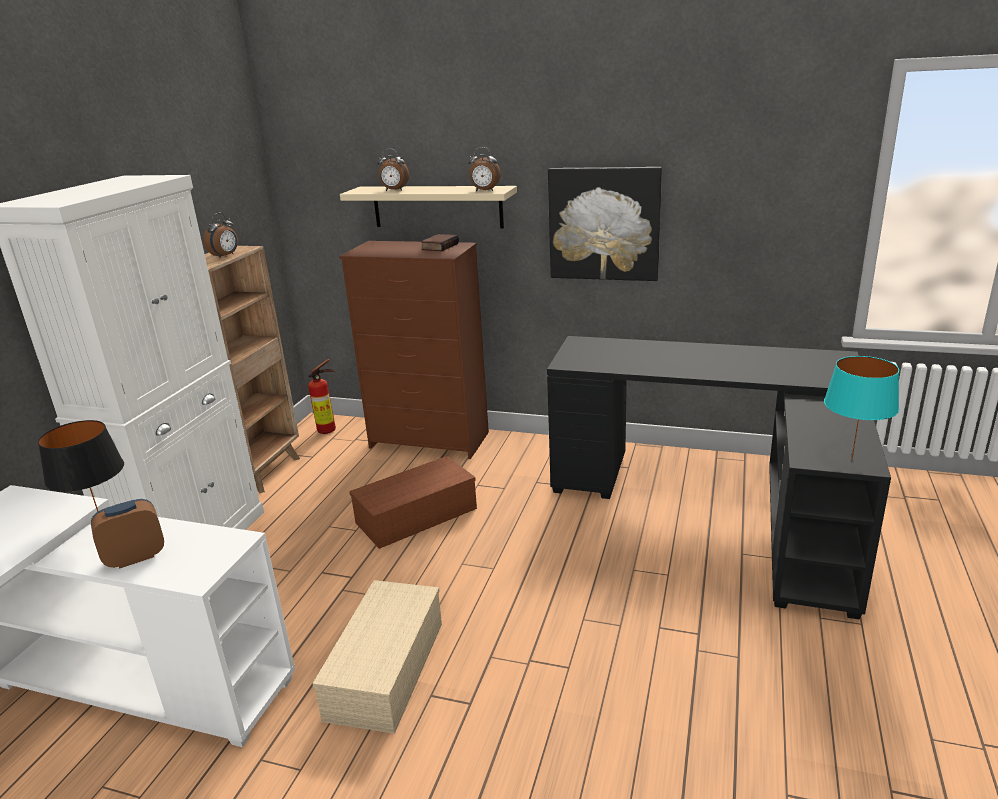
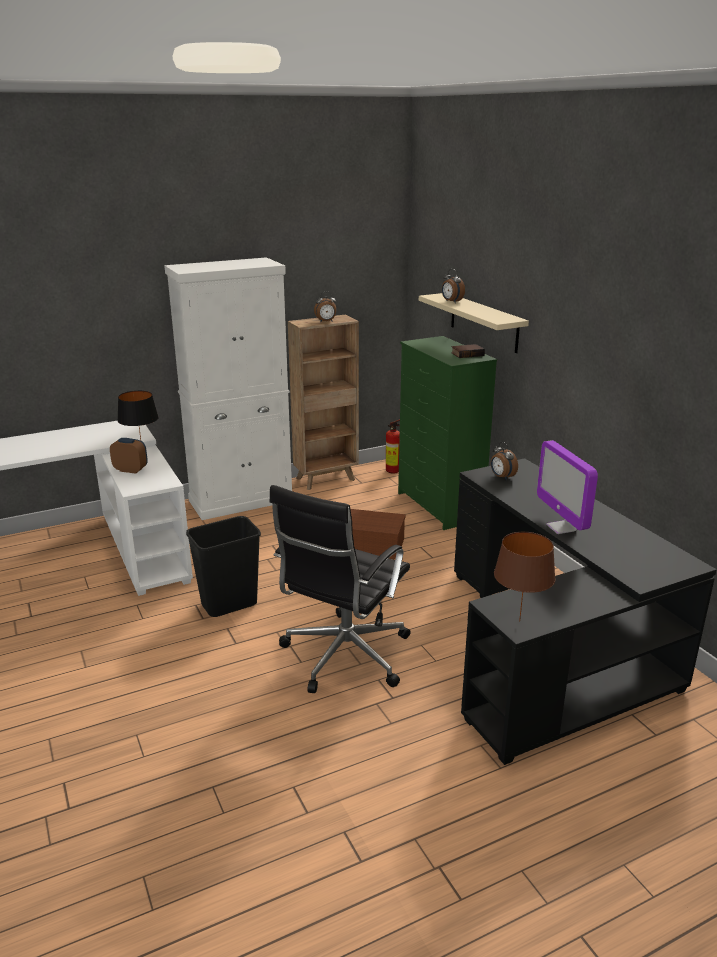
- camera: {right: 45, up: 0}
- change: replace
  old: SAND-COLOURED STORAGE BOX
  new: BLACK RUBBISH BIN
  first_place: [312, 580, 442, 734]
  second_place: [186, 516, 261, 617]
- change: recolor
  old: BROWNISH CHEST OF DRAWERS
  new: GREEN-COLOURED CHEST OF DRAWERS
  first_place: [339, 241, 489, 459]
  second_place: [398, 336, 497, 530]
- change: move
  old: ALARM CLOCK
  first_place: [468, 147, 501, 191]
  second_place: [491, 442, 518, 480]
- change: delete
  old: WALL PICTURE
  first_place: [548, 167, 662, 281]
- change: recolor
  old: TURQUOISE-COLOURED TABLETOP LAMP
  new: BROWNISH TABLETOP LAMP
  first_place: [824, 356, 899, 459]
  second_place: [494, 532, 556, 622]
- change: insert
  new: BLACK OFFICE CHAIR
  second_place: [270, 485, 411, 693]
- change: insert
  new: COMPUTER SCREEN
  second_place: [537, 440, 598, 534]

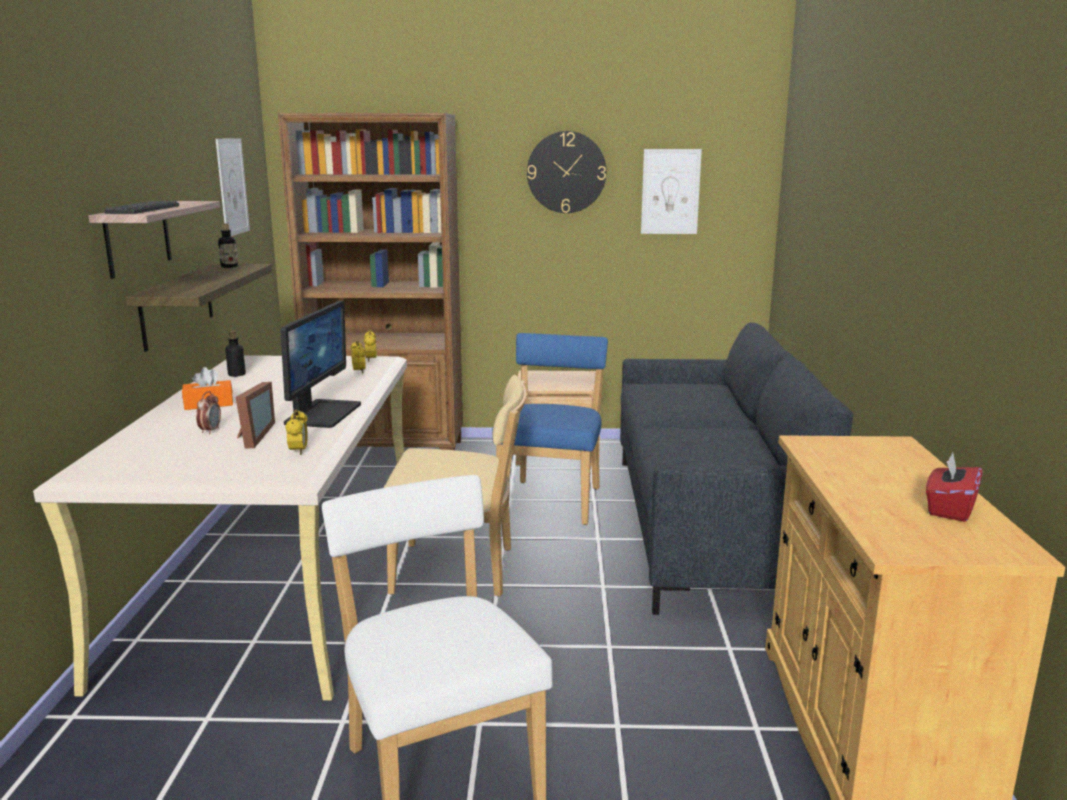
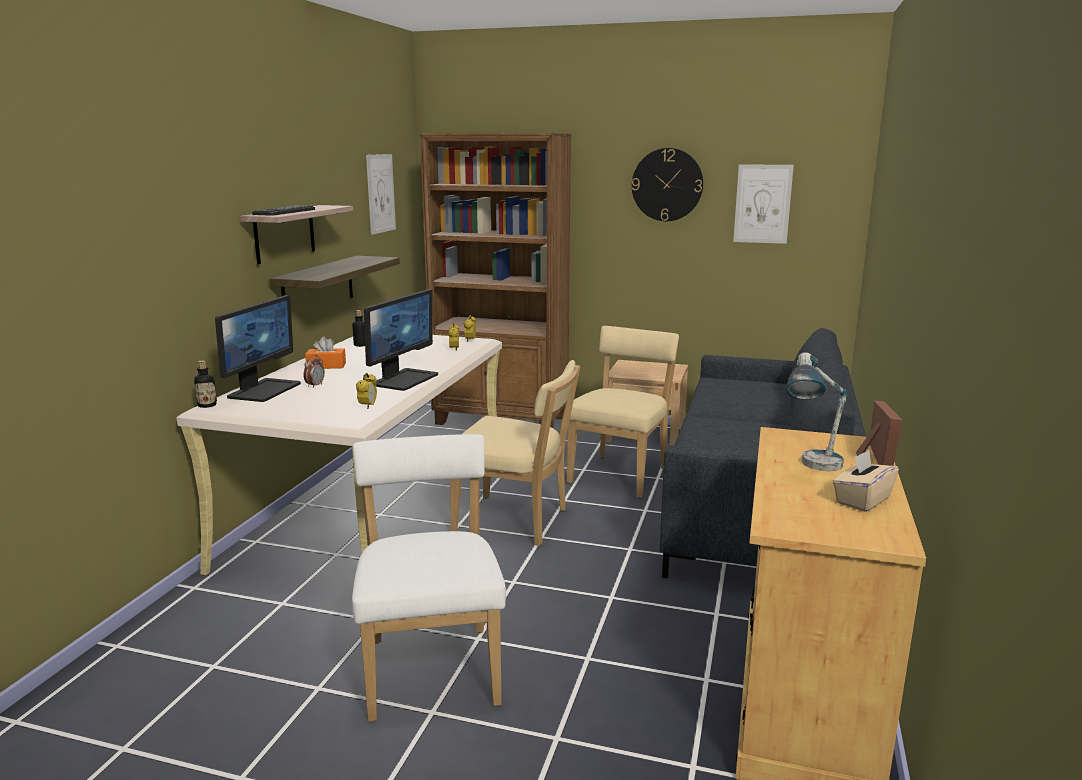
- camera: {right: 15, up: 0}
- change: move
  old: BEVERAGE BOTTLE
  first_place: [218, 223, 238, 268]
  second_place: [194, 360, 217, 408]
- change: move
  old: PICTURE FRAME
  first_place: [235, 382, 275, 448]
  second_place: [856, 401, 902, 466]
- change: recolor
  old: BLUISH CHAIR
  new: SAND-COLOURED CHAIR
  first_place: [492, 333, 608, 525]
  second_place: [567, 326, 679, 498]
- change: recolor
  old: RED-COLOURED TISSUE HOLDER
  new: SAND-COLOURED TISSUE HOLDER
  first_place: [926, 453, 983, 522]
  second_place: [833, 450, 899, 512]
- change: insert
  new: COMPUTER SCREEN
  second_place: [215, 295, 301, 402]
- change: insert
  new: TABLETOP LAMP
  second_place: [786, 352, 848, 471]

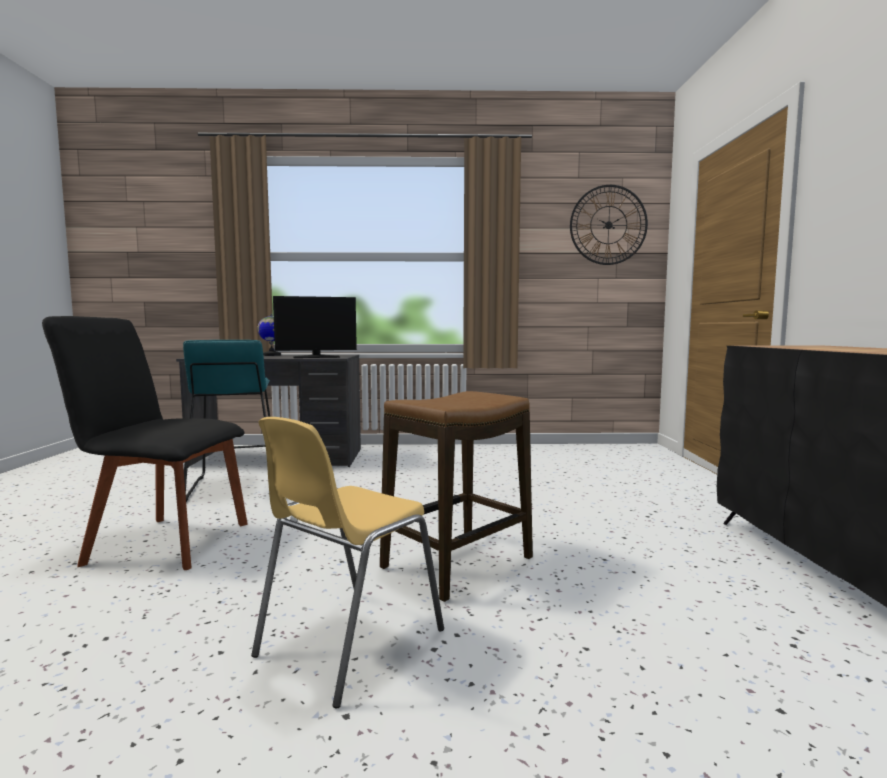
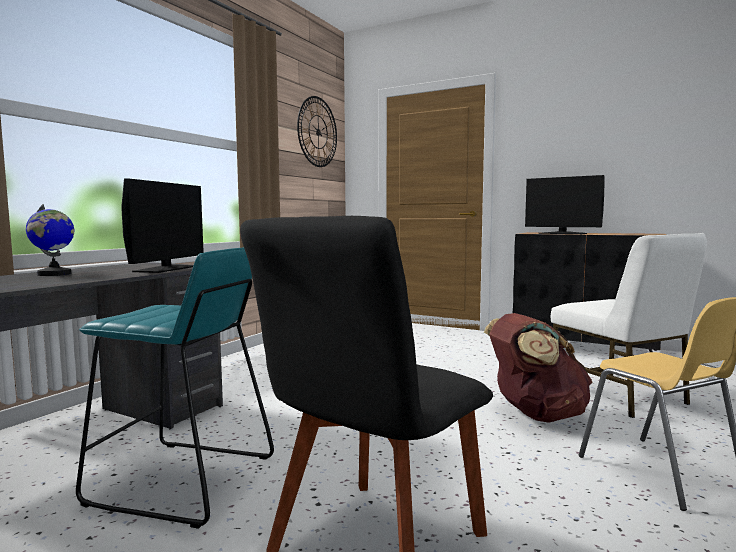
- camera: {right: -60, up: 0}
- change: replace
  old: SITTING STOOL
  new: BROWNISH KNAPSACK
  first_place: [380, 391, 533, 602]
  second_place: [484, 313, 593, 423]
- change: insert
  new: COMPUTER SCREEN
  second_place: [525, 175, 605, 234]
- change: insert
  new: WHITE CHAIR
  second_place: [551, 233, 707, 418]

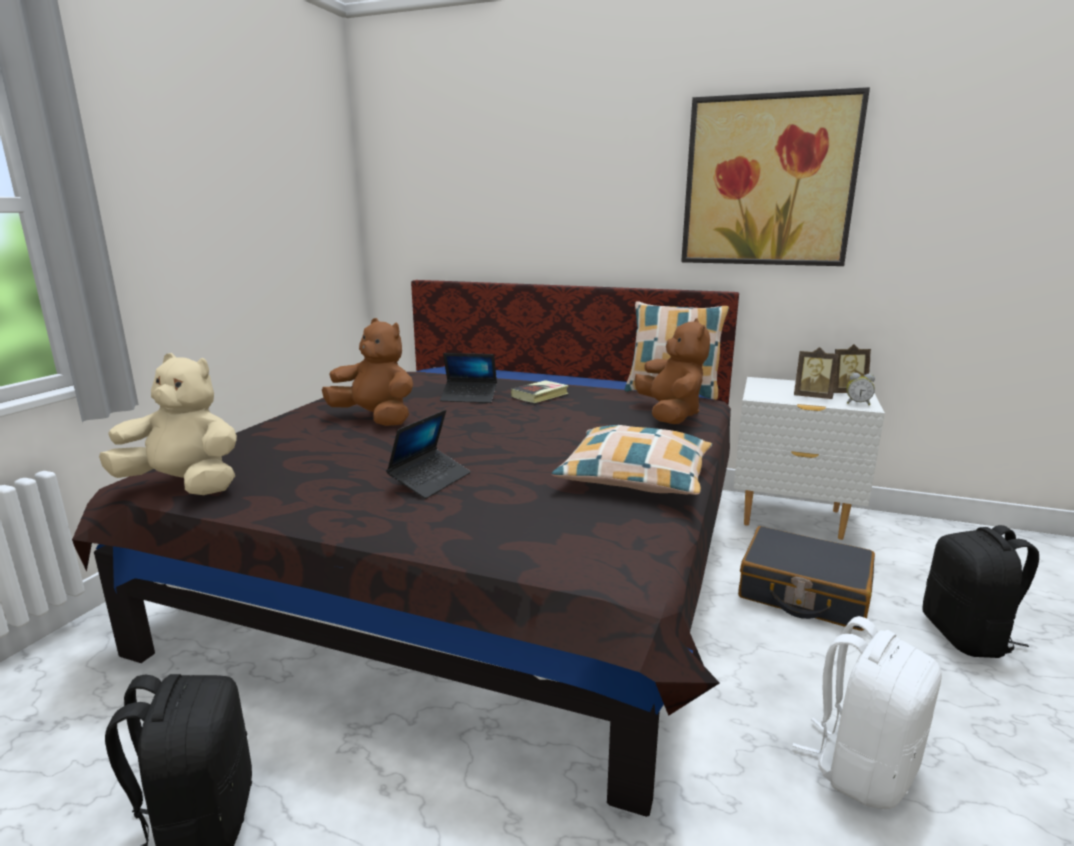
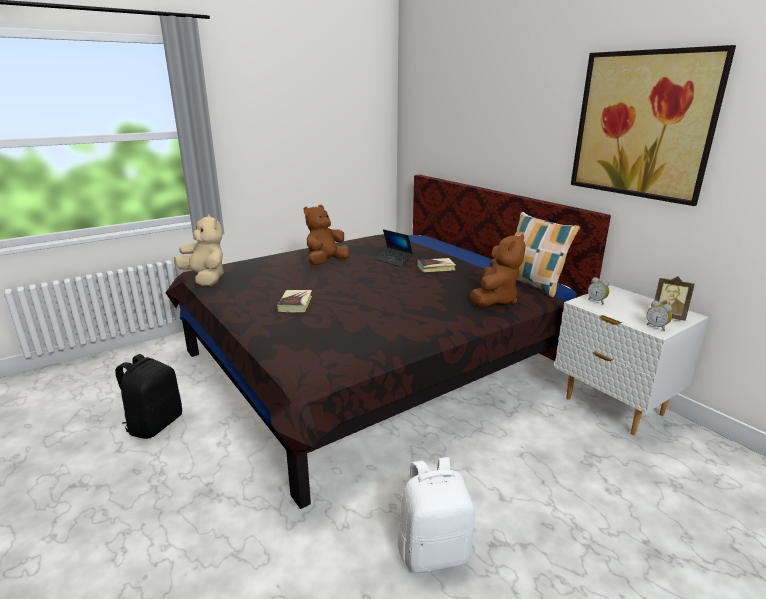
- camera: {right: 35, up: 5}
- change: rotate
  old: BROWNISH SOFT TOY
  first_place: [322, 318, 413, 426]
  second_place: [304, 205, 350, 265]
  degrees: -120
- change: replace
  old: NOTEBOOK COMPUTER
  new: BOUND BOOK
  first_place: [386, 410, 471, 499]
  second_place: [277, 290, 312, 313]
- change: delete
  old: CUSHION
  first_place: [551, 425, 712, 495]
- change: delete
  old: BLACK TRAVEL CASE
  first_place: [738, 526, 875, 631]
- change: delete
  old: PICTURE FRAME
  first_place: [794, 347, 839, 399]
- change: delete
  old: BLACK KNAPSACK
  first_place: [922, 525, 1039, 658]
- change: insert
  new: ALARM CLOCK
  second_place: [588, 277, 609, 304]

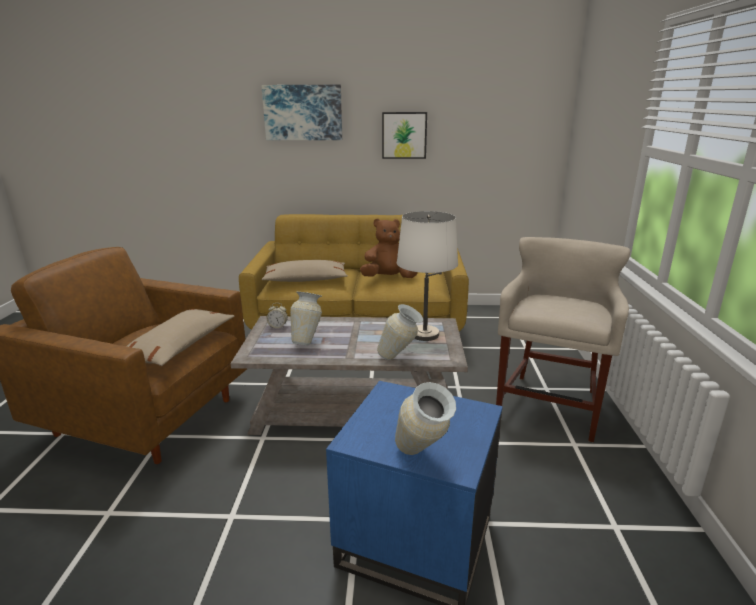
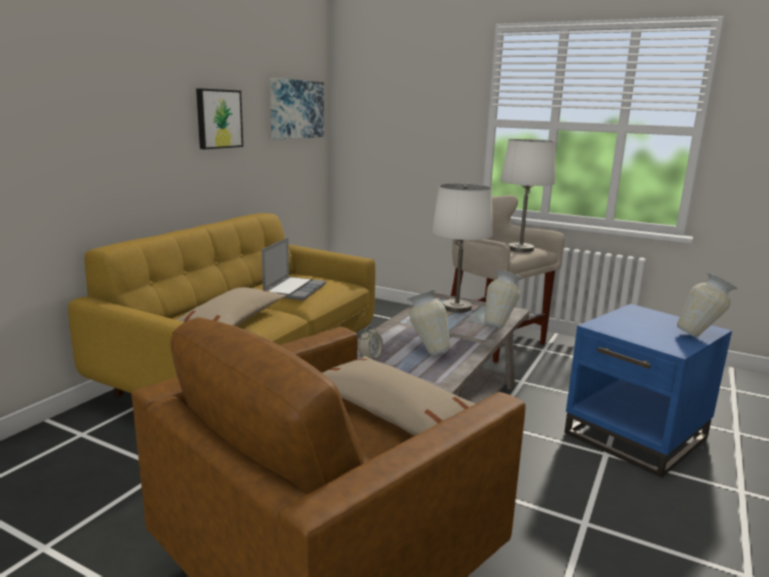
- camera: {right: -65, up: -5}
- change: move
  old: WALL PICTURE
  first_place: [261, 85, 342, 140]
  second_place: [270, 78, 324, 139]
- change: replace
  old: BROWNISH SOFT TOY
  new: NOTEBOOK COMPUTER
  first_place: [360, 219, 418, 278]
  second_place: [262, 237, 326, 300]
- change: insert
  new: WHITE TABLETOP LAMP
  second_place: [501, 139, 555, 252]

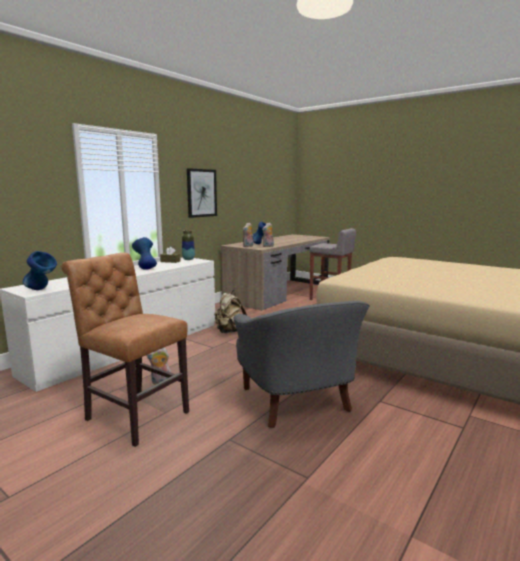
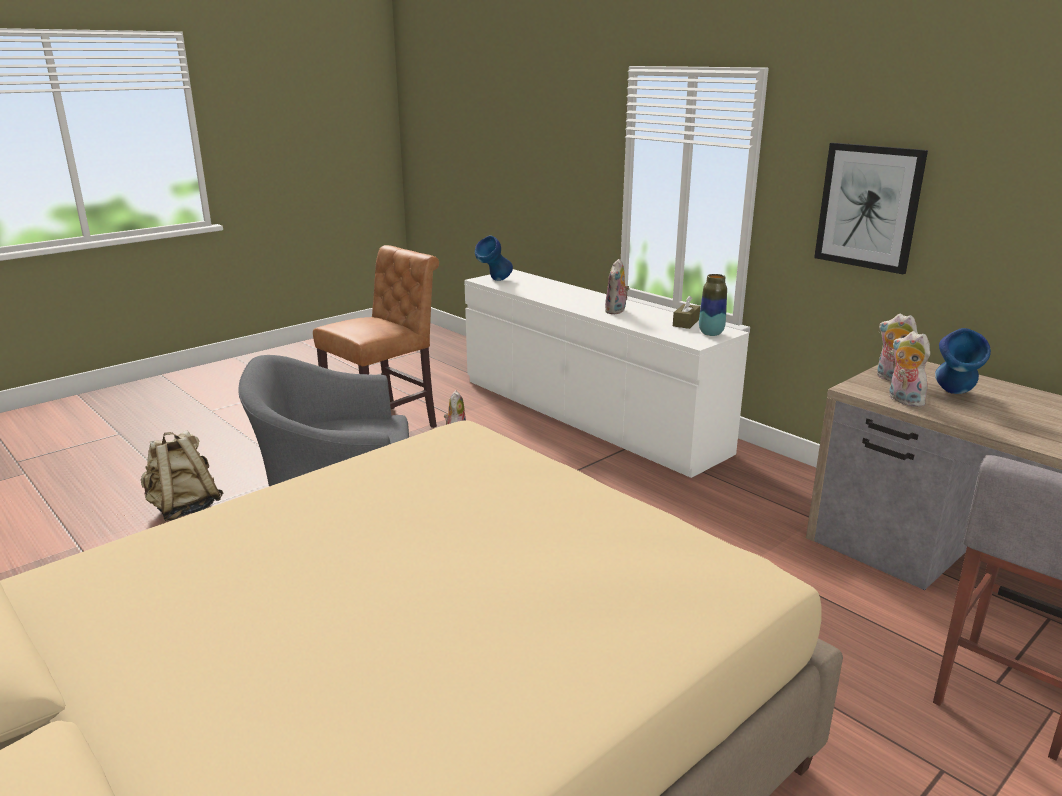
- camera: {right: 100, up: 10}
- change: replace
  old: BLUISH DECORATIVE VASE
  new: SOFT TOY
  first_place: [132, 237, 157, 270]
  second_place: [605, 259, 630, 314]
- change: move
  old: SAND-COLOURED KNAPSACK
  first_place: [214, 290, 247, 333]
  second_place: [141, 430, 223, 521]

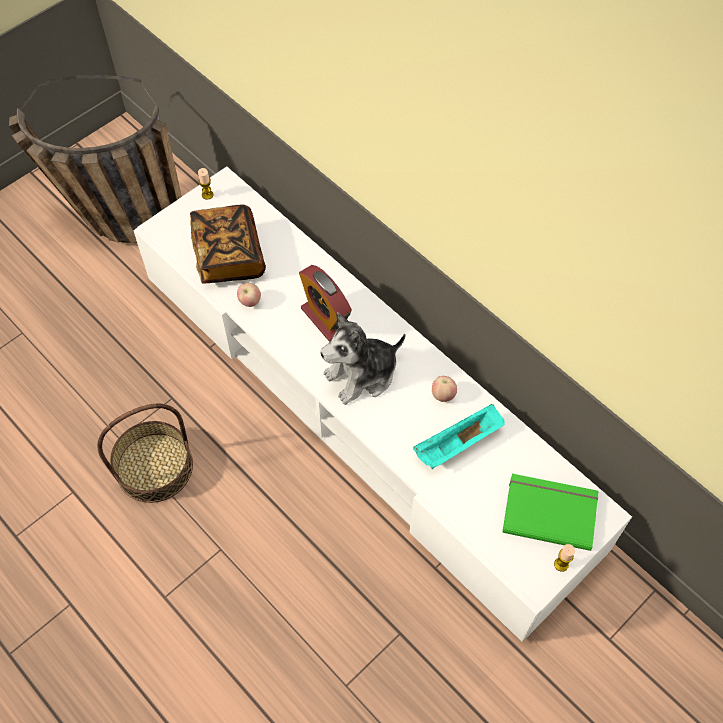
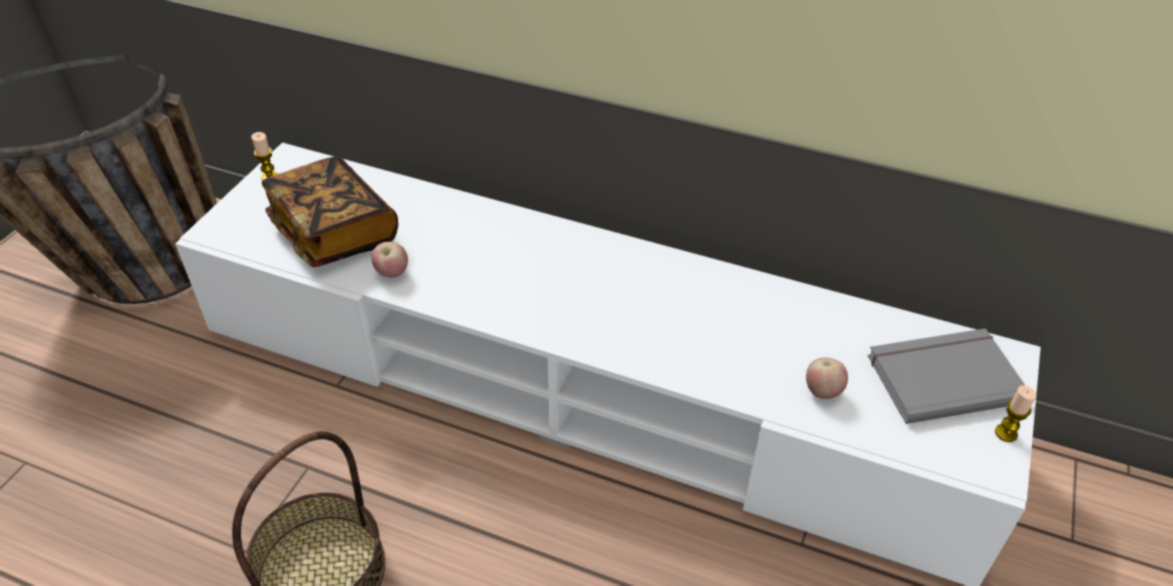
- camera: {right: -25, up: -15}
- change: delete
  old: ALARM CLOCK
  first_place: [299, 265, 352, 342]
- change: delete
  old: SOFT TOY
  first_place: [320, 312, 405, 405]
- change: delete
  old: TURQUOISE-COLOURED SERVING TRAY
  first_place: [413, 404, 505, 469]
- change: move
  old: WHOLE APPLE
  first_place: [432, 376, 457, 402]
  second_place: [806, 357, 848, 399]
- change: recolor
  old: GREEN-COLOURED BOUND BOOK
  new: GRAY BOUND BOOK
  first_place: [502, 474, 598, 551]
  second_place: [868, 328, 1026, 424]

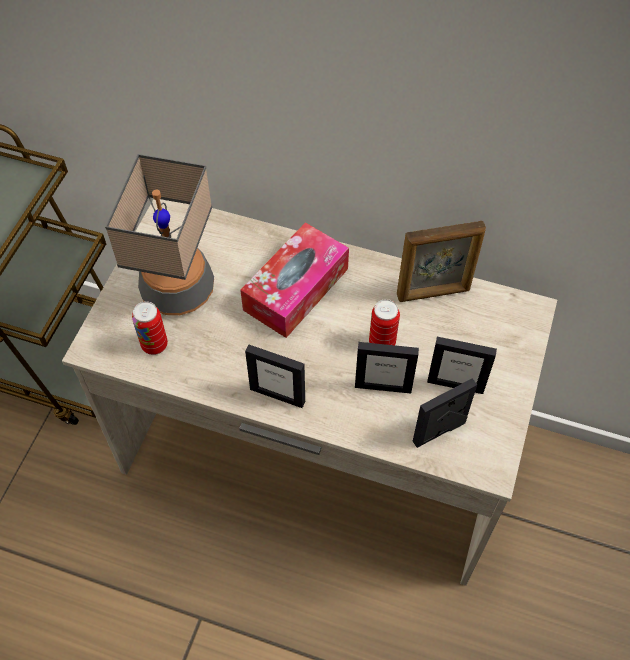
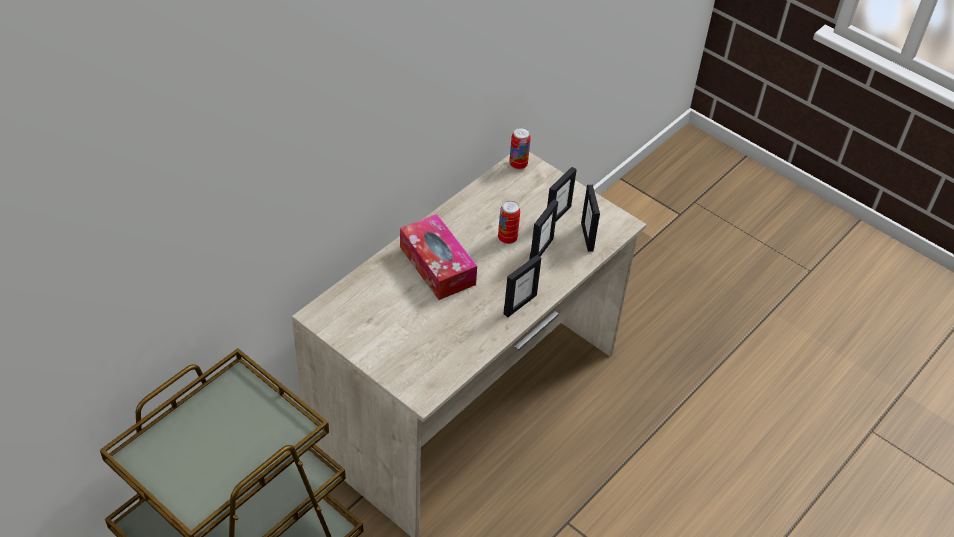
- camera: {right: -70, up: -10}
- change: delete
  old: TABLETOP LAMP
  first_place: [105, 154, 214, 315]
- change: move
  old: METAL CAN
  first_place: [132, 301, 168, 355]
  second_place: [509, 127, 531, 170]
- change: delete
  old: PICTURE FRAME
  first_place: [397, 221, 486, 302]

